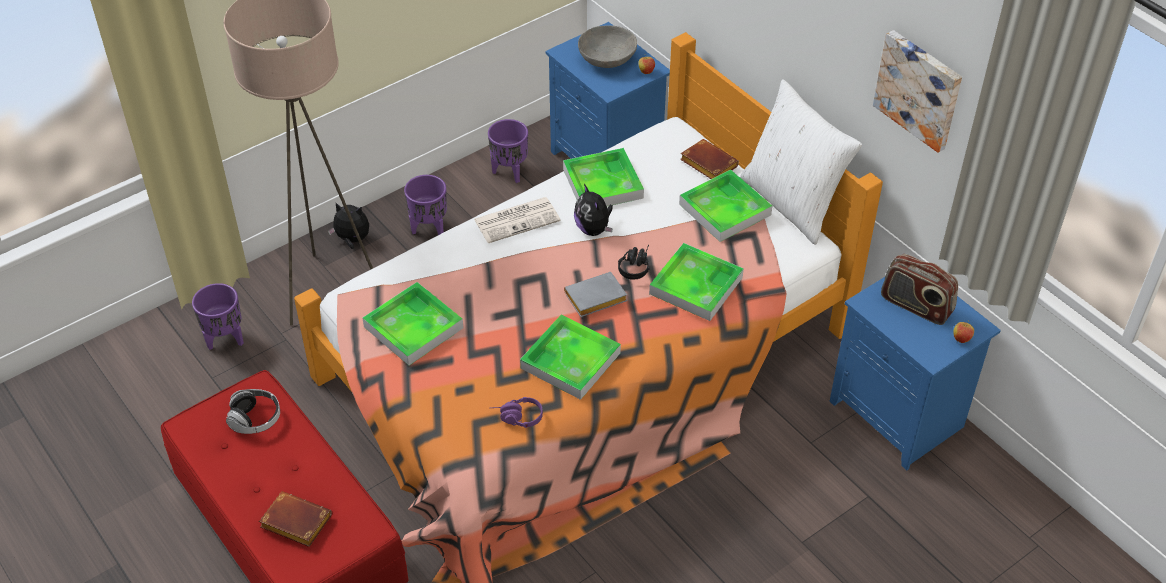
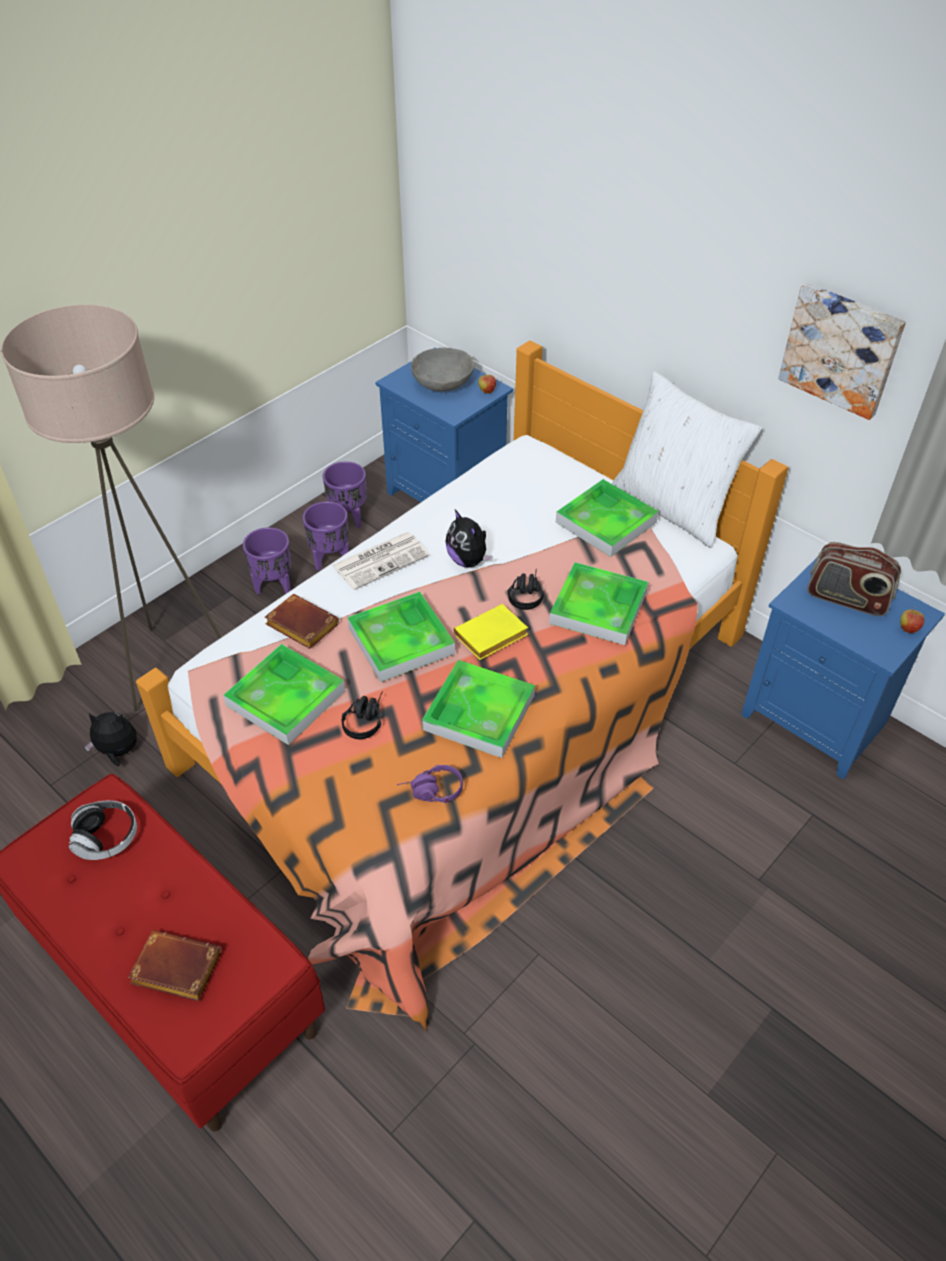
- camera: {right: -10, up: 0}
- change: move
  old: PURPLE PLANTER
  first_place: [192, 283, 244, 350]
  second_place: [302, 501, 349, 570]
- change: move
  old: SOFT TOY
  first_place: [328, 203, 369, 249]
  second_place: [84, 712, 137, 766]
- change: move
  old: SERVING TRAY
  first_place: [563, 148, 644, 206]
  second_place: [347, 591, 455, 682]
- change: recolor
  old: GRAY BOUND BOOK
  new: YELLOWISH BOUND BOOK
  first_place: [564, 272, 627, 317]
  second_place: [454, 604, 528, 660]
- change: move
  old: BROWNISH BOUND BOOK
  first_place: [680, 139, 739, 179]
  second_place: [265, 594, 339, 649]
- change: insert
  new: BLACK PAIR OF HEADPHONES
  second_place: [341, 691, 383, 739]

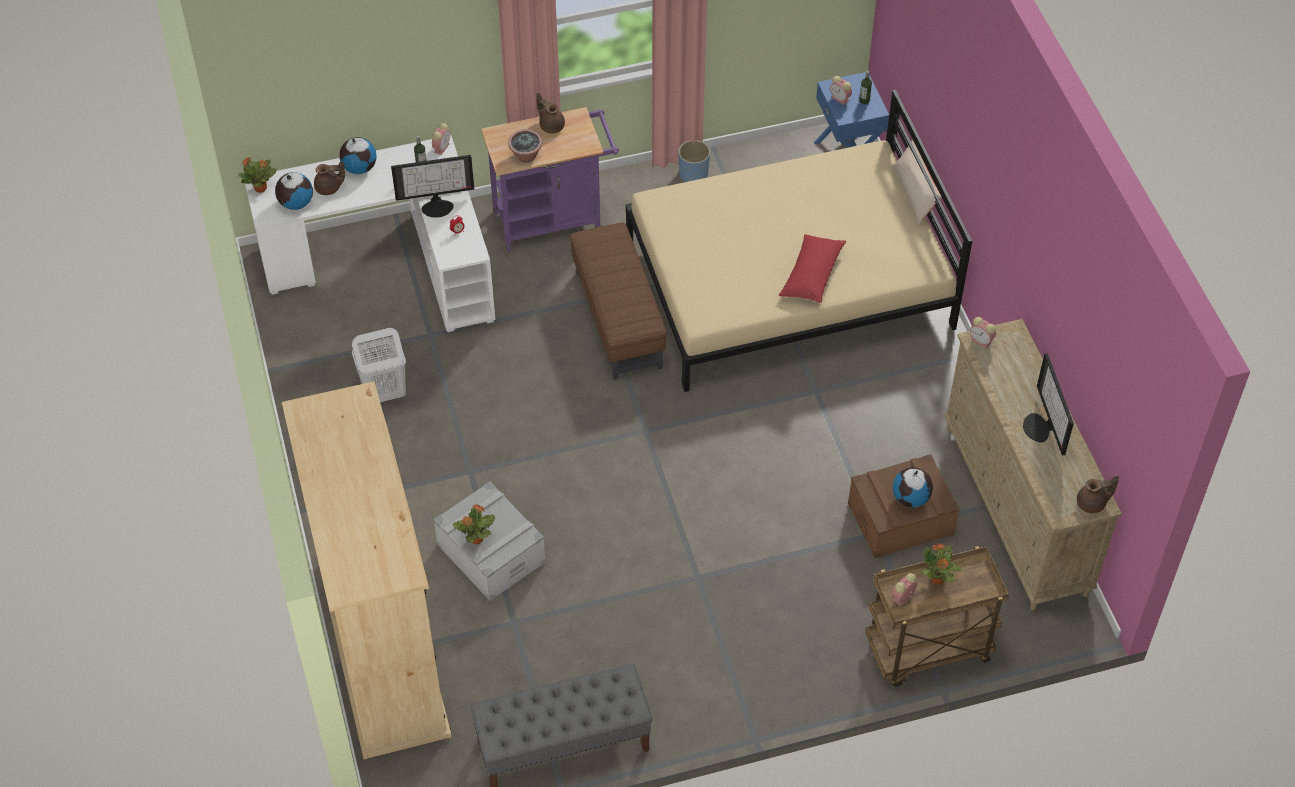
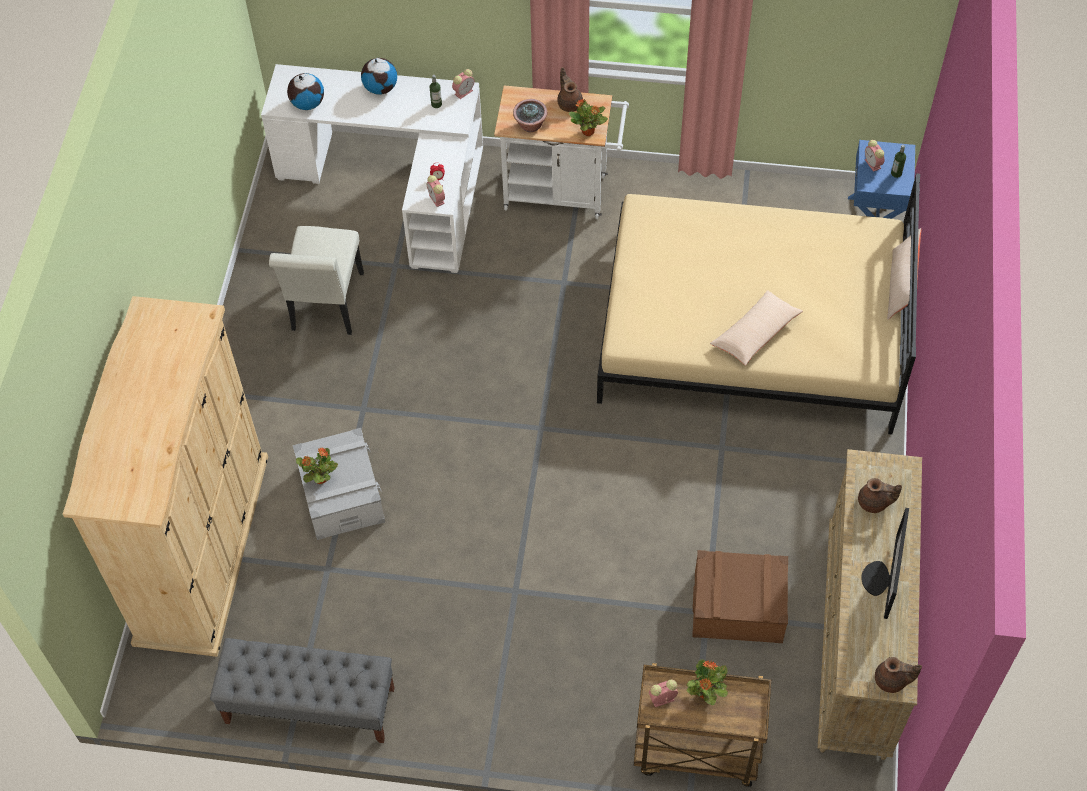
- camera: {right: 25, up: 5}
- change: move
  old: PLANT IN A POT
  first_place: [238, 158, 277, 193]
  second_place: [569, 99, 608, 136]
- change: move
  old: BROWNISH POT FOR TEA
  first_place: [314, 161, 345, 195]
  second_place: [858, 478, 902, 513]
- change: replace
  old: WHITE LAUNDRY BASKET
  new: WHITE CHAIR
  first_place: [352, 328, 406, 402]
  second_place: [269, 226, 364, 335]
- change: delete
  old: COMPUTER SCREEN
  first_place: [391, 155, 474, 218]
- change: recolor
  old: PURPLE CART
  new: WHITE CART
  first_place: [481, 107, 619, 252]
  second_place: [494, 85, 629, 219]
- change: delete
  old: BROWNISH POUFFE
  first_place: [570, 222, 666, 380]
- change: delete
  old: BLUISH PLANTER
  first_place: [678, 140, 710, 182]
- change: recolor
  old: RED-COLOURED CUSHION
  new: SAND-COLOURED CUSHION
  first_place: [779, 235, 846, 303]
  second_place: [710, 290, 803, 366]
- change: delete
  old: DESK GLOBE
  first_place: [893, 467, 933, 507]
- change: move
  old: ALARM CLOCK
  first_place: [970, 317, 996, 349]
  second_place: [427, 175, 445, 207]

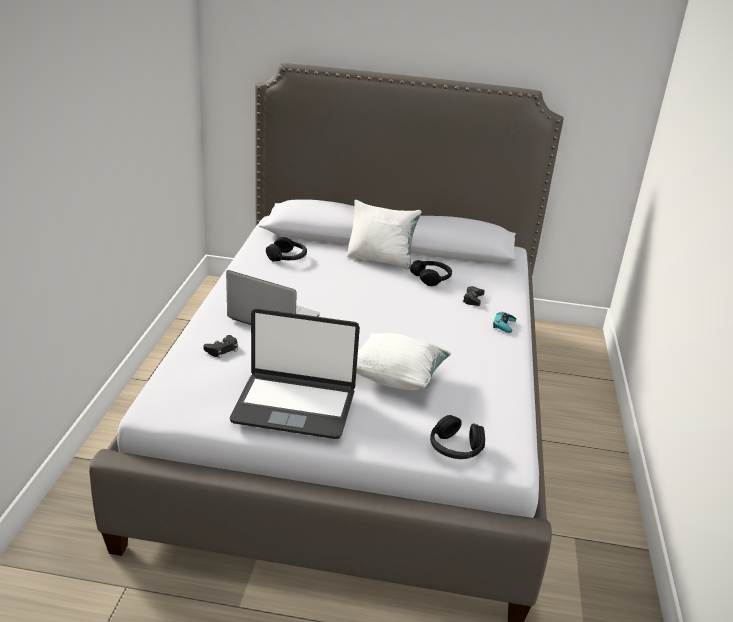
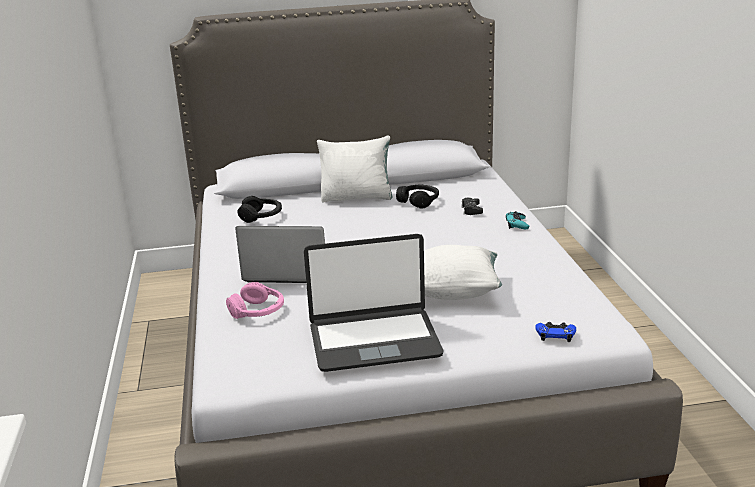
- camera: {right: -15, up: -5}
- change: replace
  old: BLACK GAMEPAD
  new: PINKISH PAIR OF HEADPHONES
  first_place: [203, 335, 238, 358]
  second_place: [226, 282, 284, 319]
- change: replace
  old: BLACK PAIR OF HEADPHONES
  new: BLUISH GAMEPAD
  first_place: [430, 415, 485, 459]
  second_place: [535, 322, 576, 342]

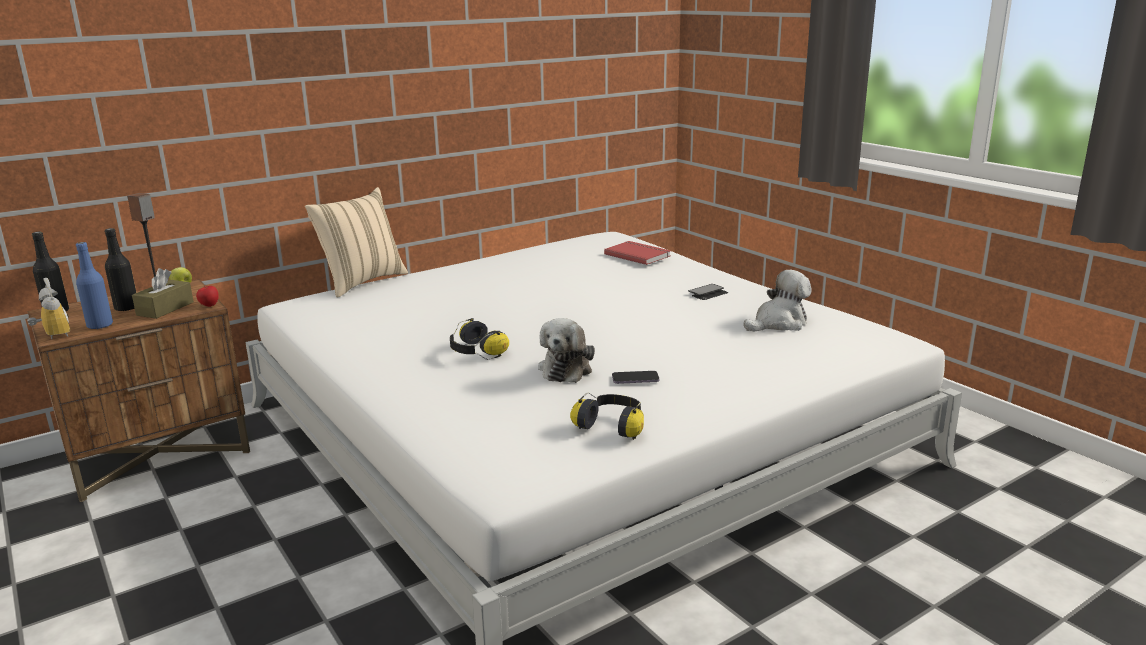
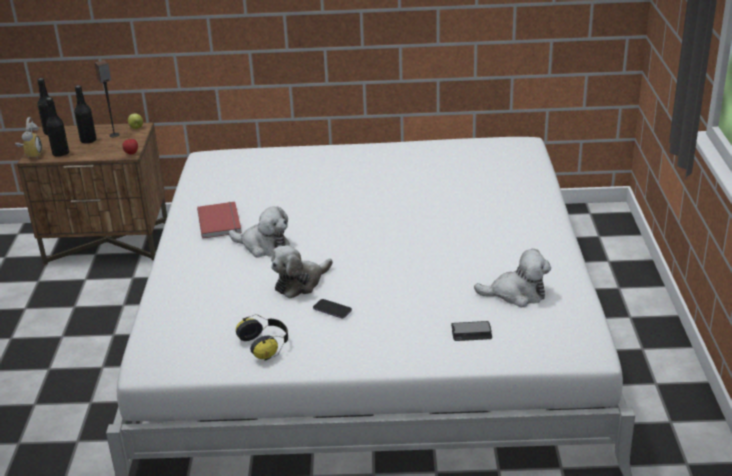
- camera: {right: 35, up: 10}
- change: recolor
  old: BLUISH BEVERAGE BOTTLE
  new: BLACK BEVERAGE BOTTLE
  first_place: [76, 242, 113, 329]
  second_place: [46, 97, 69, 157]
- change: delete
  old: BROWNISH TISSUE HOLDER
  first_place: [132, 268, 194, 319]
- change: delete
  old: SAND-COLOURED CUSHION
  first_place: [305, 187, 408, 298]
- change: replace
  old: PAIR OF HEADPHONES
  new: SOFT TOY
  first_place: [450, 318, 509, 360]
  second_place: [229, 206, 290, 258]
- change: move
  old: RED-COLOURED BOUND BOOK
  first_place: [604, 241, 671, 265]
  second_place: [197, 202, 242, 238]
- change: move
  old: HANDSET
  first_place: [688, 284, 728, 300]
  second_place: [451, 321, 492, 341]

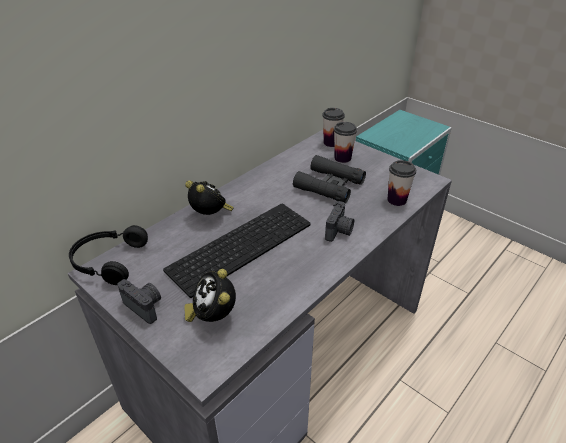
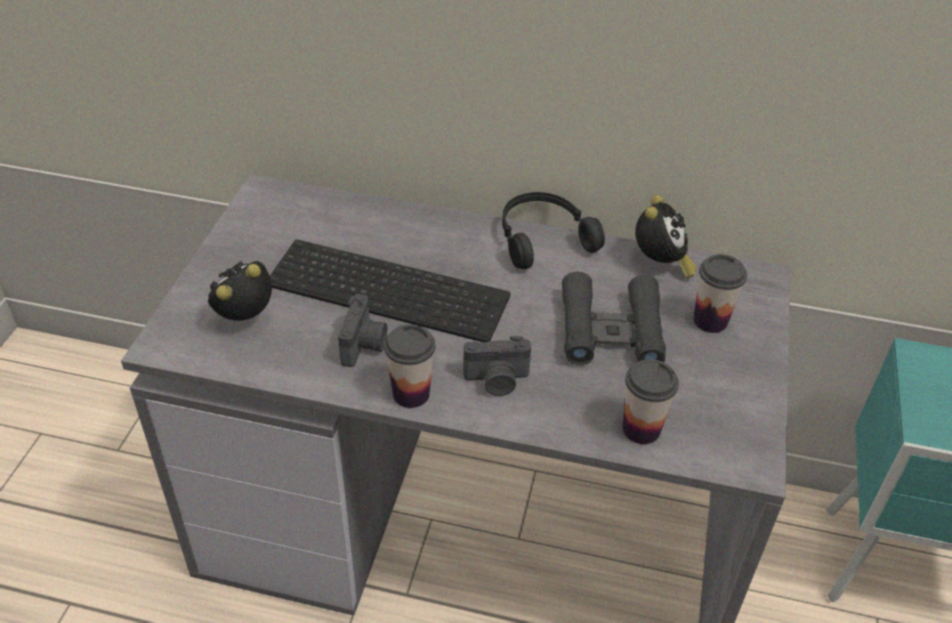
- camera: {right: 60, up: 5}
- change: move
  old: BLACK PAIR OF HEADPHONES
  first_place: [69, 225, 148, 285]
  second_place: [502, 192, 605, 269]
- change: move
  old: STILL CAMERA
  first_place: [117, 279, 161, 324]
  second_place: [338, 294, 387, 367]
- change: move
  old: ALARM CLOCK
  first_place: [185, 181, 234, 215]
  second_place: [635, 195, 696, 279]
- change: move
  old: CUP
  first_place: [322, 108, 345, 147]
  second_place: [384, 324, 436, 408]

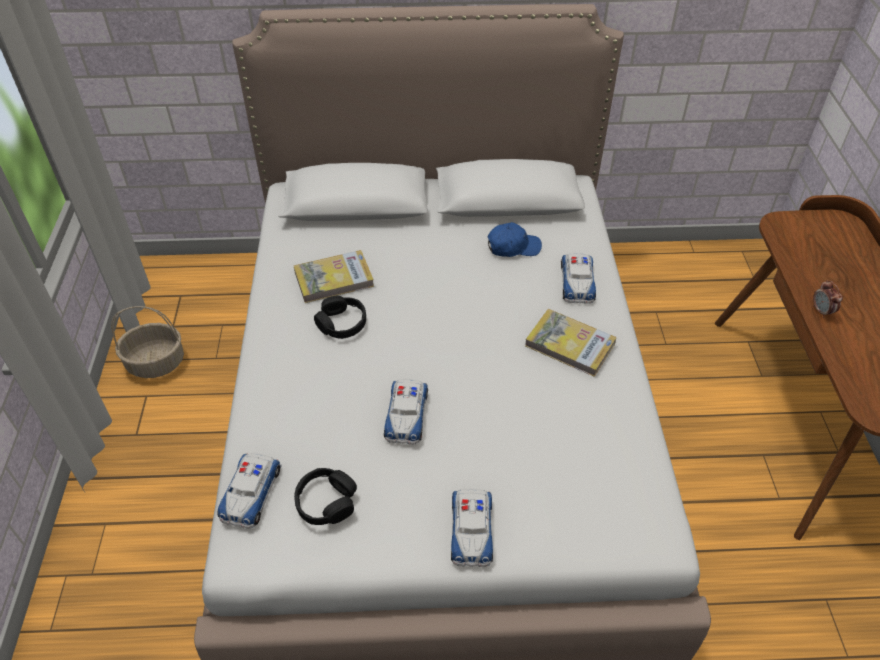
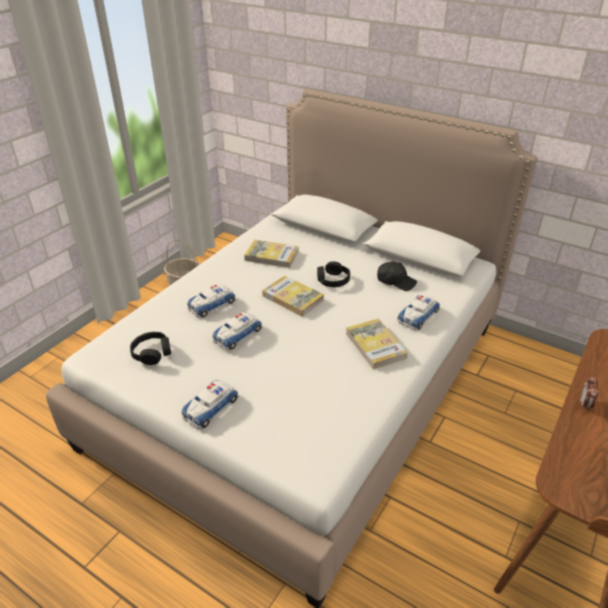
- camera: {right: 35, up: -10}
- change: move
  old: TOY CAR
  first_place: [217, 453, 282, 529]
  second_place: [187, 284, 236, 318]
- change: move
  old: BLACK PAIR OF HEADPHONES
  first_place: [314, 296, 366, 339]
  second_place: [317, 262, 350, 287]
- change: recolor
  old: BLUISH BASEBALL CAP
  new: BLACK BASEBALL CAP
  first_place: [488, 222, 542, 257]
  second_place: [377, 262, 417, 291]
- change: insert
  new: BOUND BOOK
  second_place: [262, 275, 324, 317]

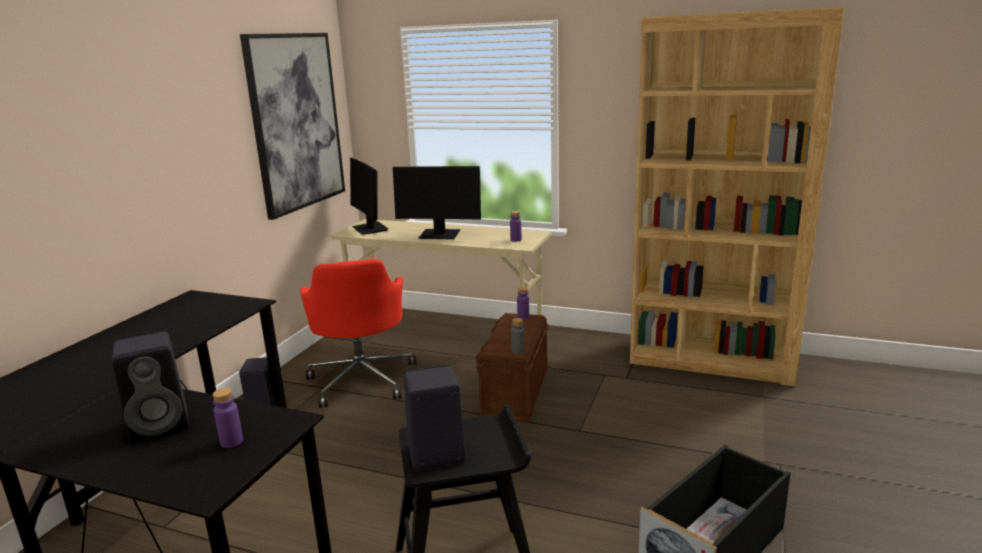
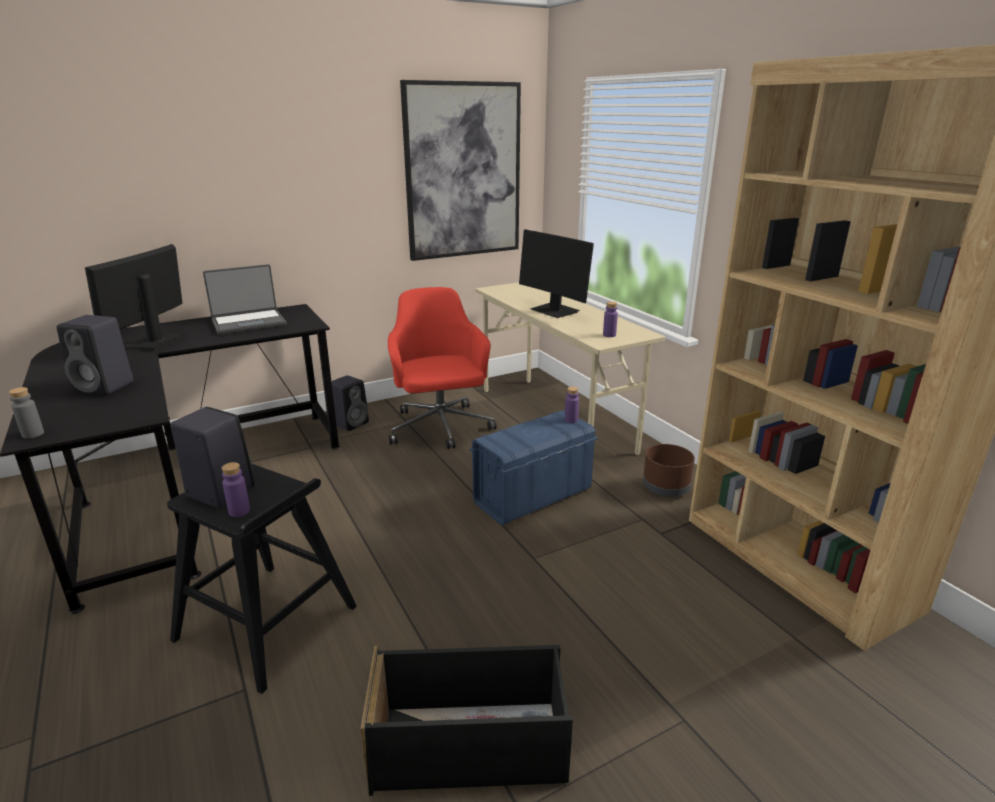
- camera: {right: 40, up: 5}
- change: move
  old: PURPLE BEVERAGE BOTTLE
  first_place: [213, 388, 243, 448]
  second_place: [222, 462, 250, 517]
- change: rotate
  old: RED-COLOURED OFFICE CHAIR
  first_place: [300, 259, 416, 408]
  second_place: [388, 287, 497, 449]
  degrees: 135
- change: move
  old: COMPUTER SCREEN
  first_place: [350, 158, 388, 235]
  second_place: [85, 244, 186, 350]
- change: recolor
  old: BROWNISH STORAGE BOX
  new: BLUISH STORAGE BOX
  first_place: [476, 313, 549, 422]
  second_place: [469, 410, 598, 525]
- change: move
  old: GRAY BEVERAGE BOTTLE
  first_place: [511, 318, 525, 354]
  second_place: [9, 387, 44, 439]
- change: insert
  new: NOTEBOOK COMPUTER
  second_place: [203, 264, 286, 335]
- change: insert
  new: BROWNISH PLANTER
  second_place: [643, 444, 695, 497]

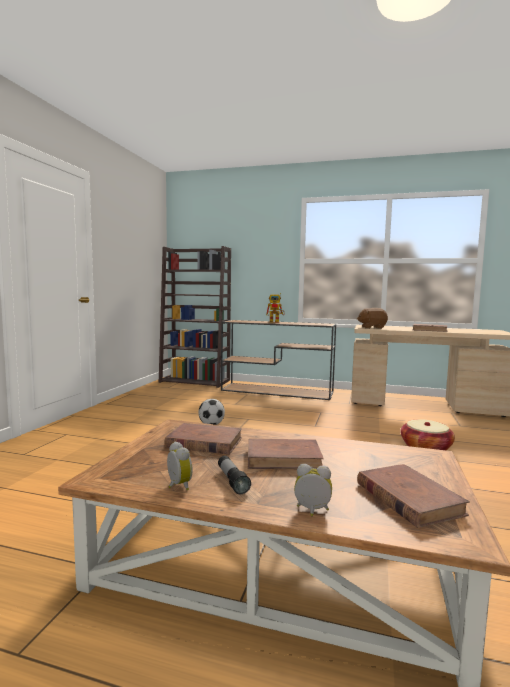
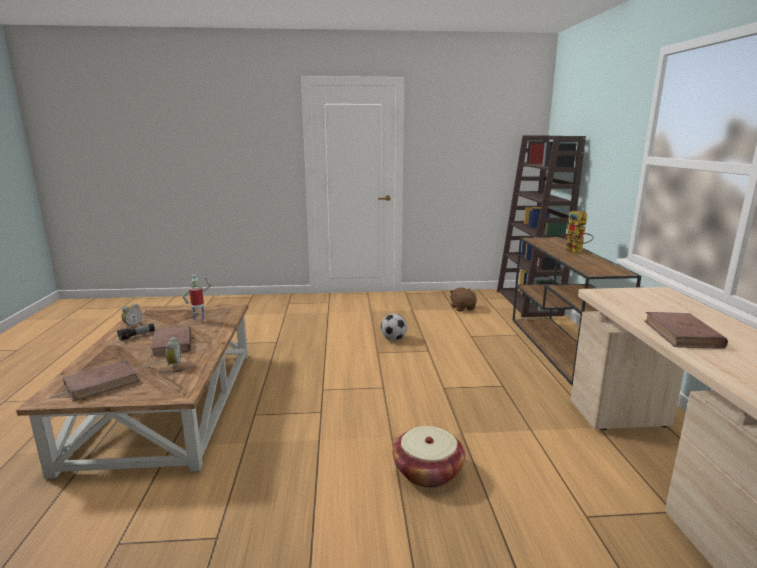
- camera: {right: 70, up: 10}
- change: replace
  old: BROWNISH BOUND BOOK
  new: TOY ROBOT
  first_place: [165, 423, 242, 455]
  second_place: [183, 275, 211, 322]
- change: move
  old: ALARM CLOCK
  first_place: [294, 464, 332, 517]
  second_place: [166, 337, 181, 369]
- change: move
  old: BROWNISH SOFT TOY
  first_place: [357, 308, 388, 329]
  second_place: [449, 287, 477, 311]

